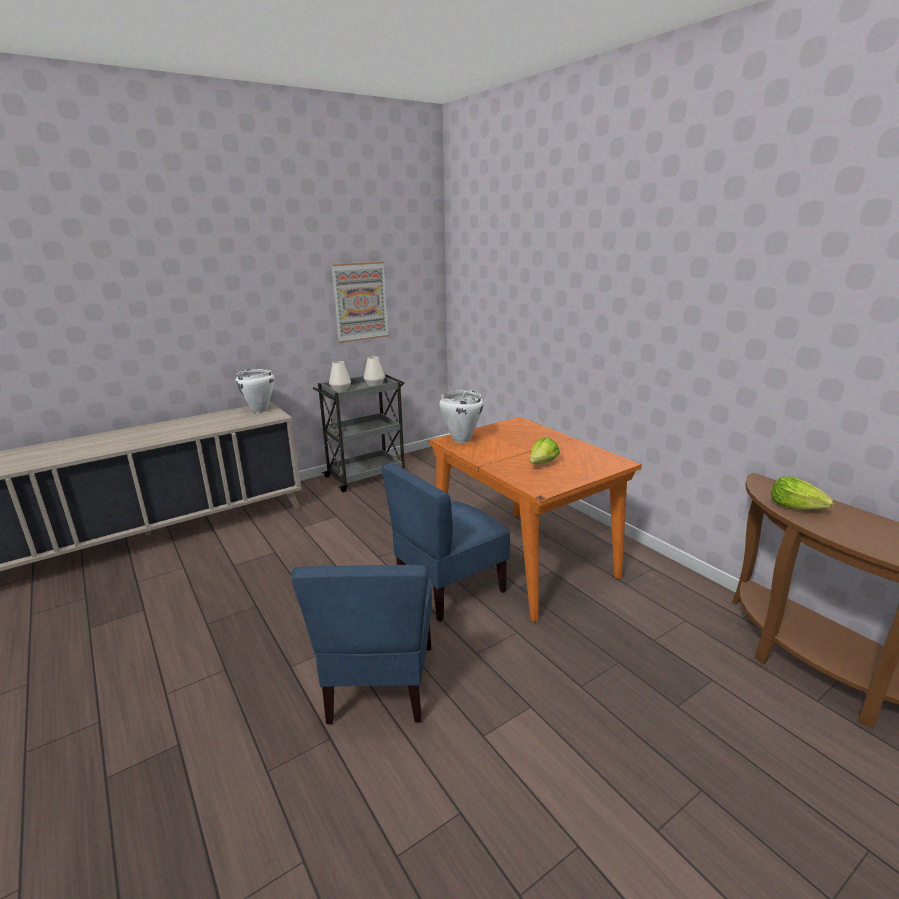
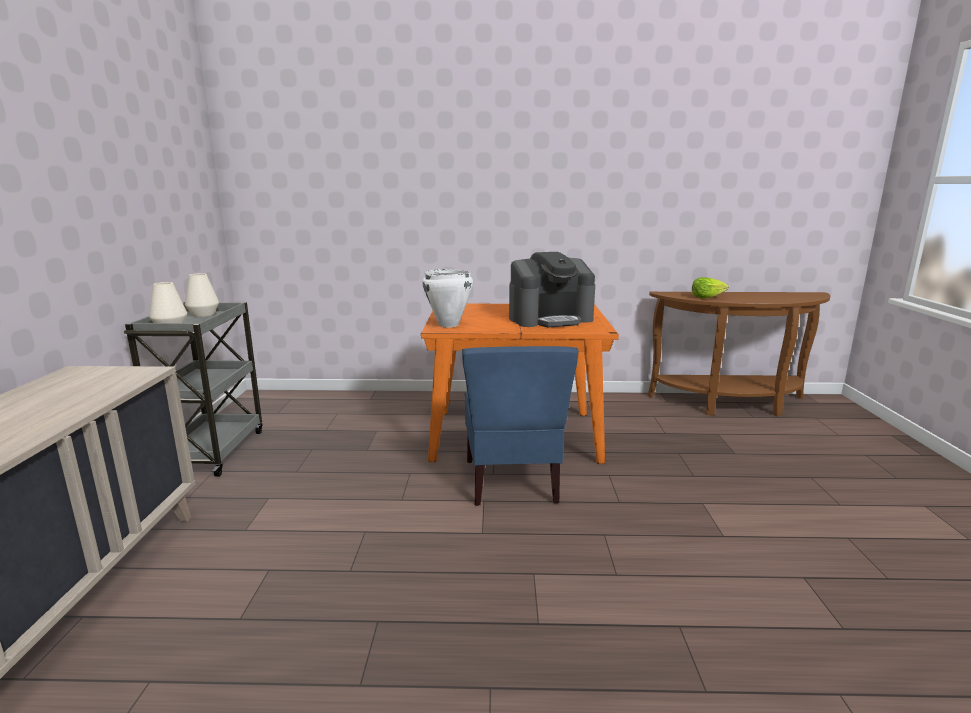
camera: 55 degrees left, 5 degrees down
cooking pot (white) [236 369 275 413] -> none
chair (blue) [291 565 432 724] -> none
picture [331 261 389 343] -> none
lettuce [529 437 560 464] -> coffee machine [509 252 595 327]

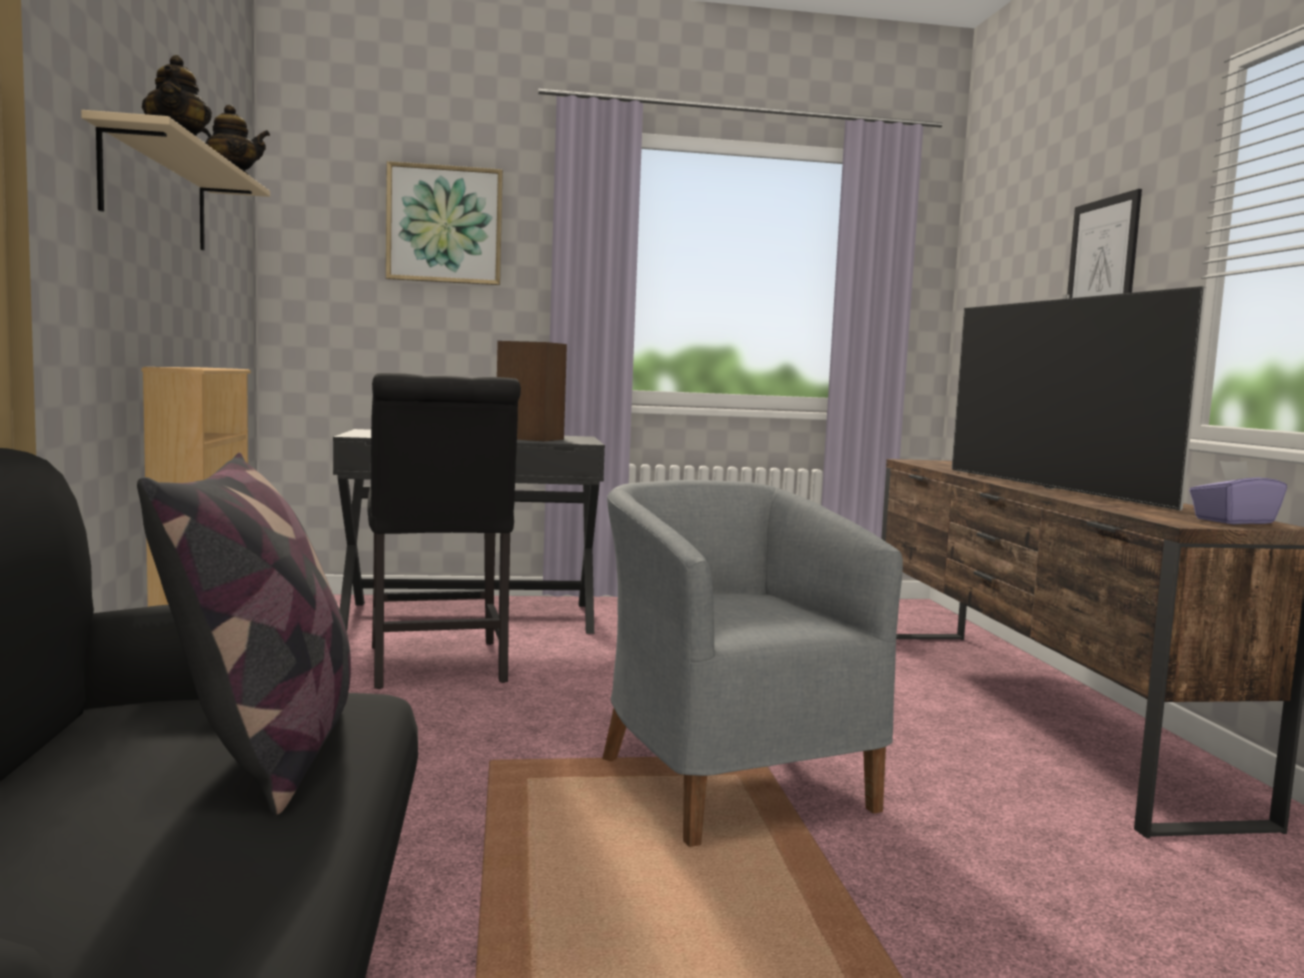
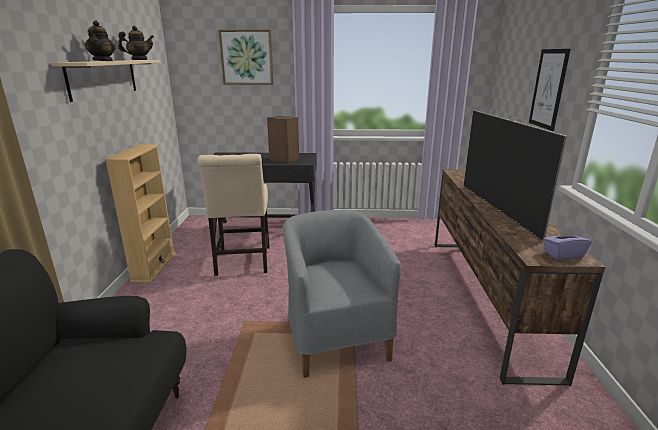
camera: 10 degrees right, 15 degrees up
pillow [137 453 351 815] -> none
chair (black) [367 373 521 689] -> chair (beige) [198 154 270 276]

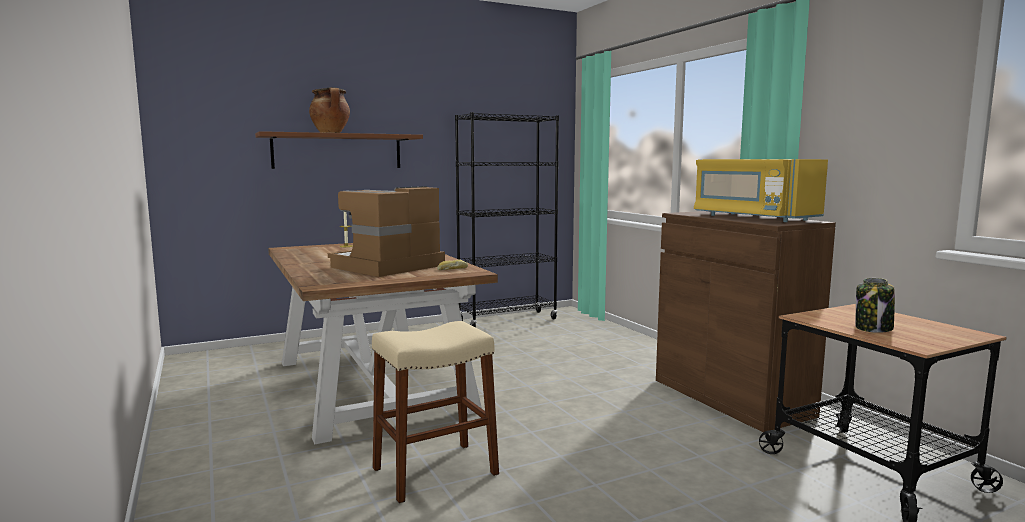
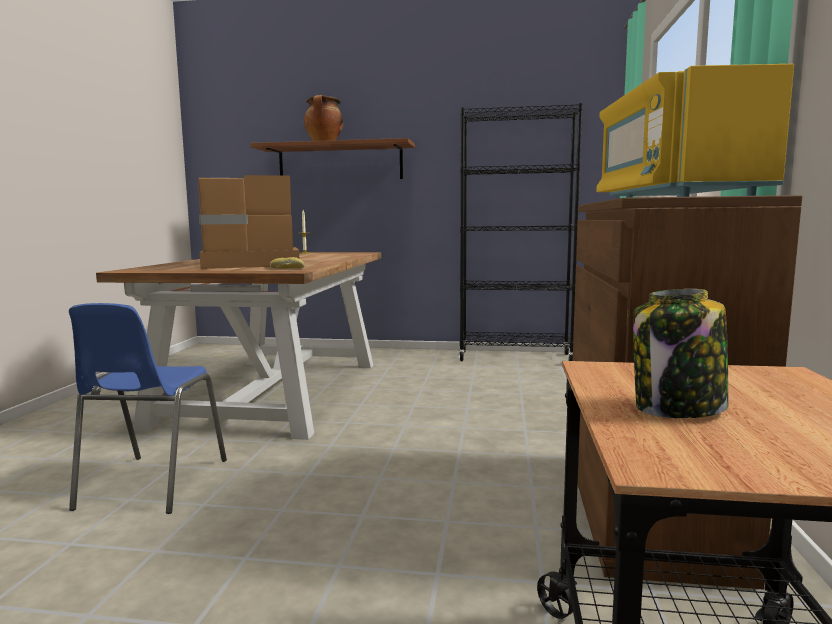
camera: 35 degrees right, 0 degrees up
stool (beige) [372 321 499 503] -> chair (blue) [69 303 227 514]

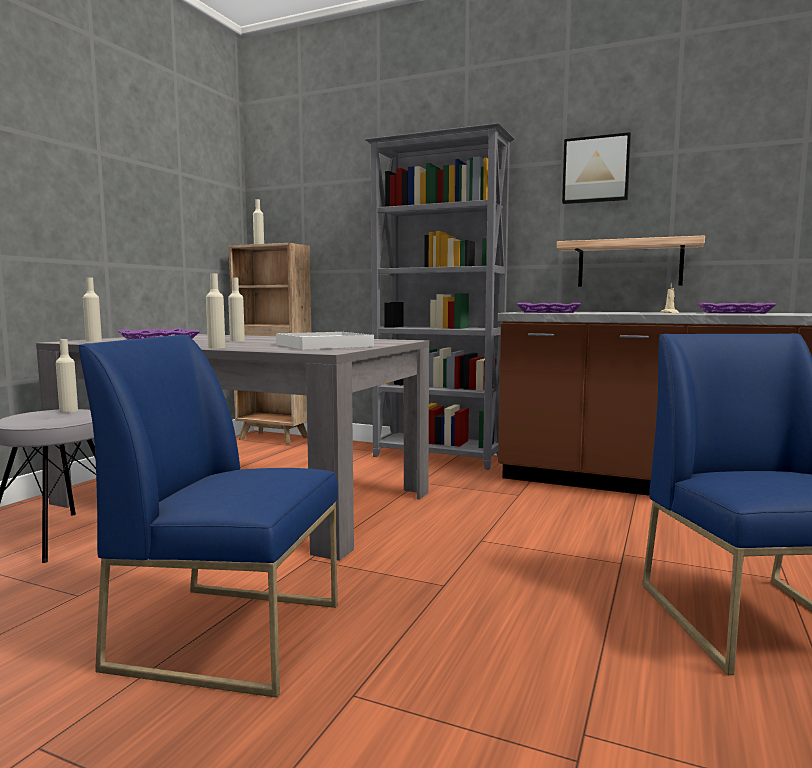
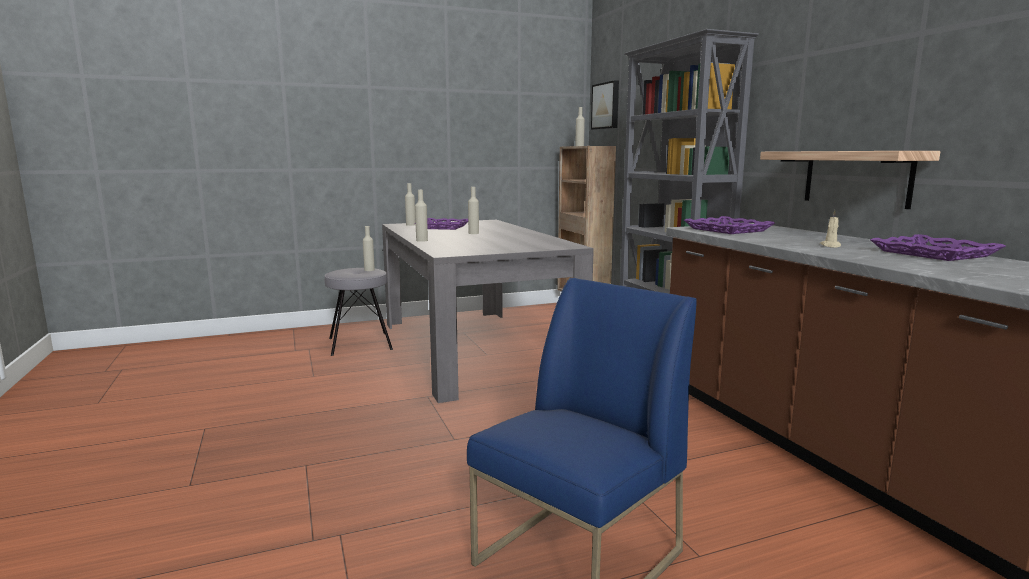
camera: 45 degrees right, 5 degrees up
chair (blue) [78 334 338 698] -> none
tray (white) [276 332 374 350] -> none
picture [562 132 631 204] -> picture [591 80 619 130], shifted

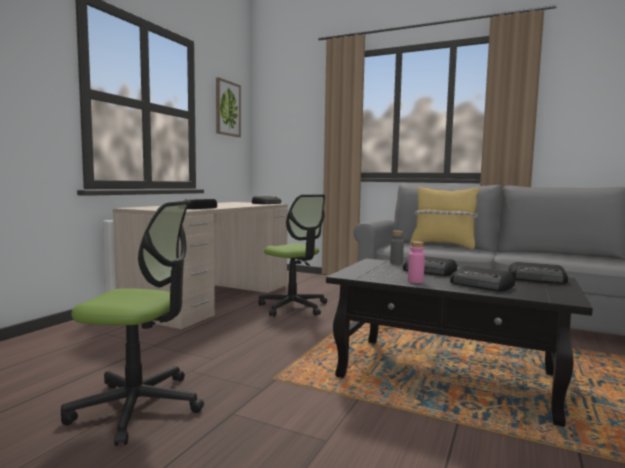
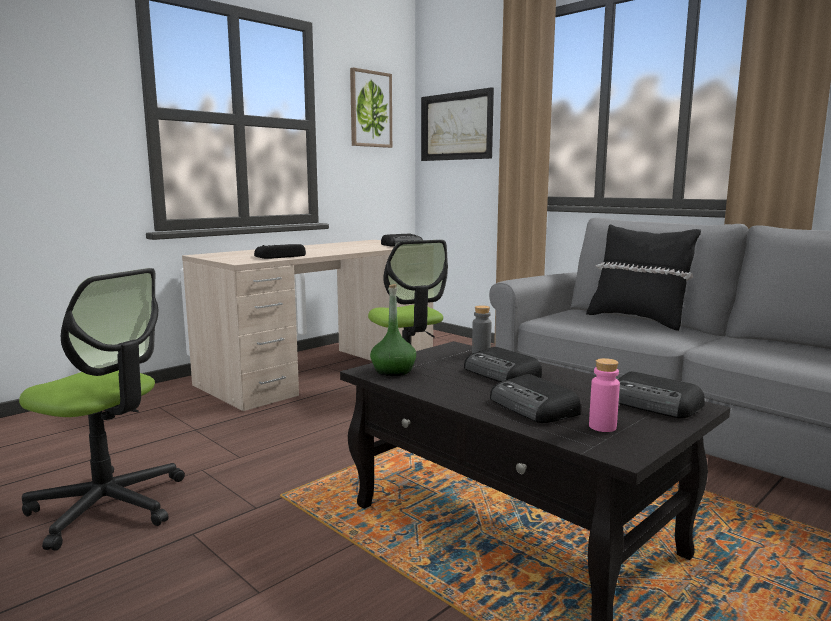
camera: 20 degrees right, 5 degrees up
bottle (pink) [408 241 425 283] -> bottle (pink) [589 358 620 432], shifted
pillow (yellow) [410 187 479 249] -> pillow (black) [586 224 701 331]
none -> bottle (green) [370 284 416 376]
none -> picture [421 87 494 161]

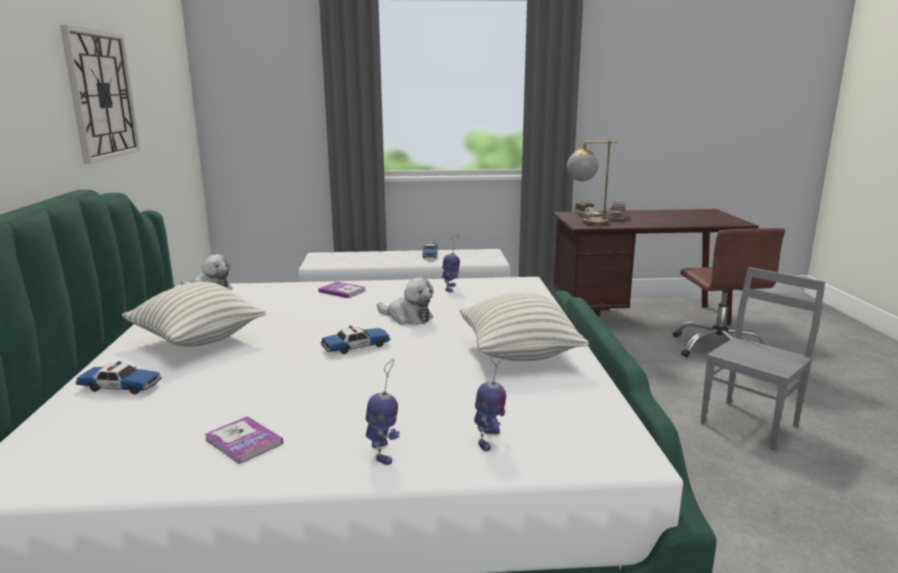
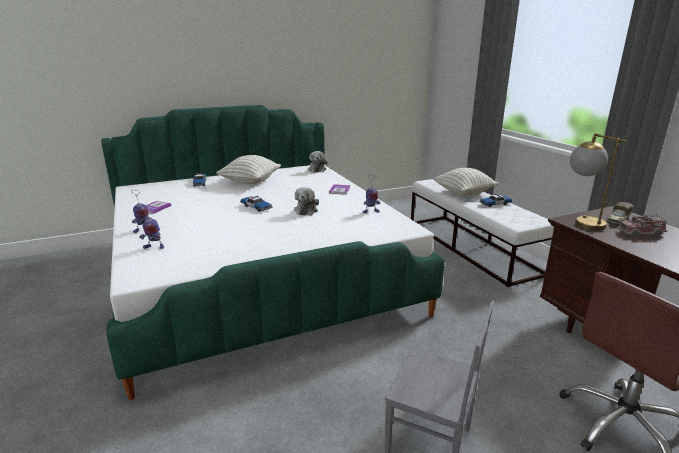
camera: 70 degrees right, 5 degrees up
wall clock [60 25 140 164] -> none
pillow [460 293 589 361] -> pillow [433 168 498 196], shifted

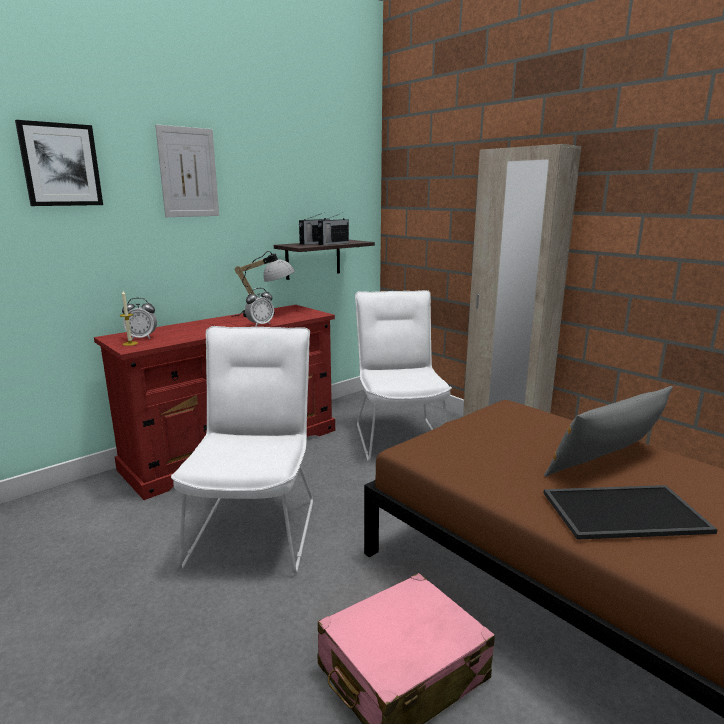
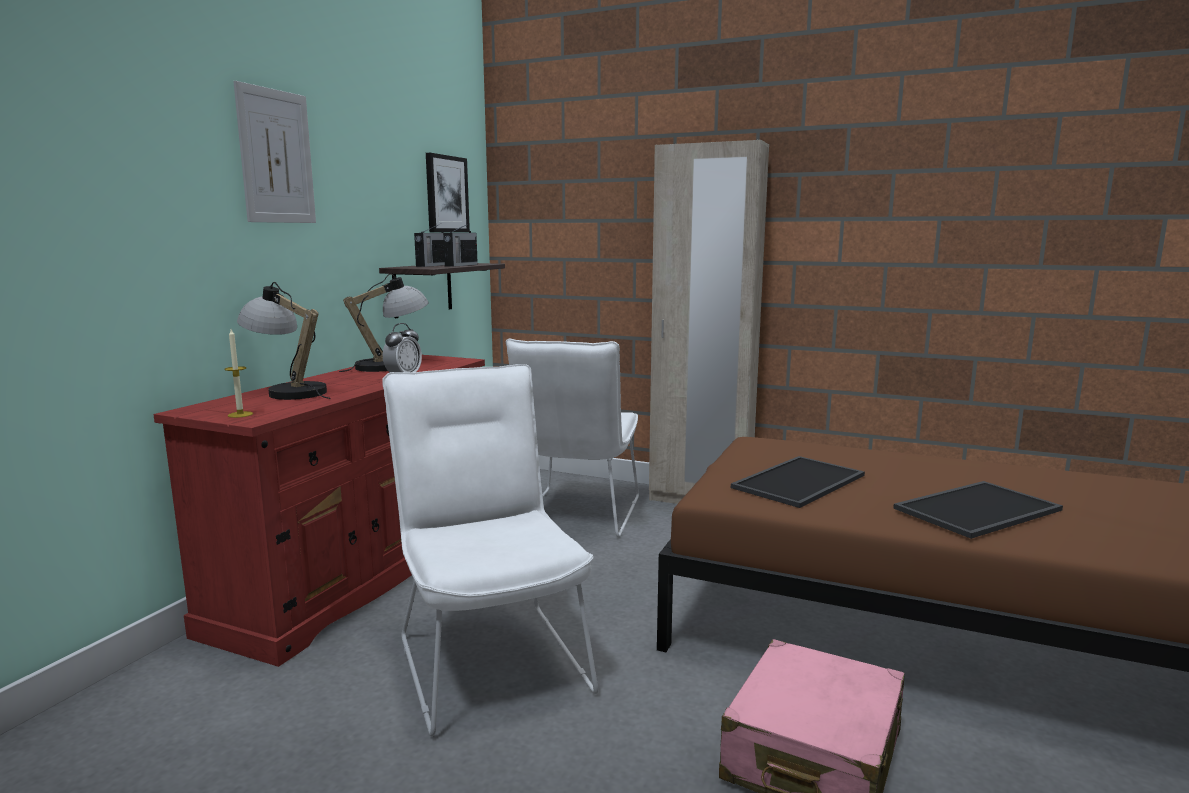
camera: 25 degrees left, 5 degrees down
picture [15 120 103 206] -> picture [426 153 470 232], shifted
alarm clock [122 298 157 340] -> none
chair (white) [355 290 452 462] -> chair (white) [506 339 639 538], 135 degrees counterclockwise
pillow (grey) [544 386 673 476] -> none
none -> table lamp [237 282 331 400]
none -> tray [731 456 865 508]

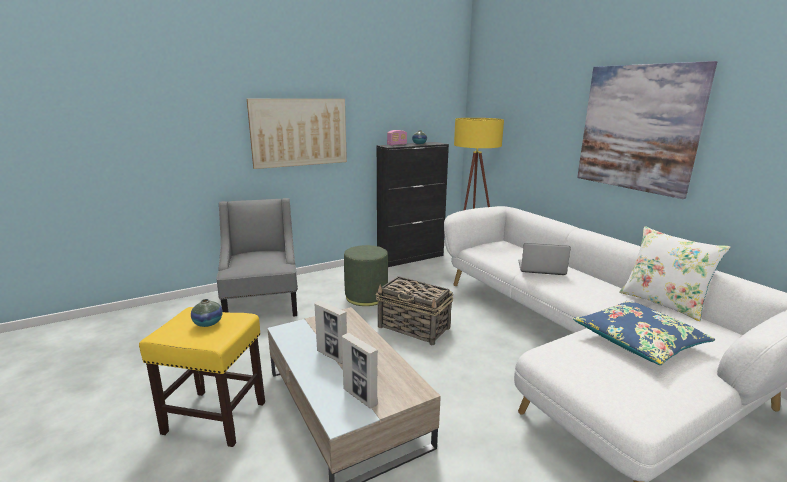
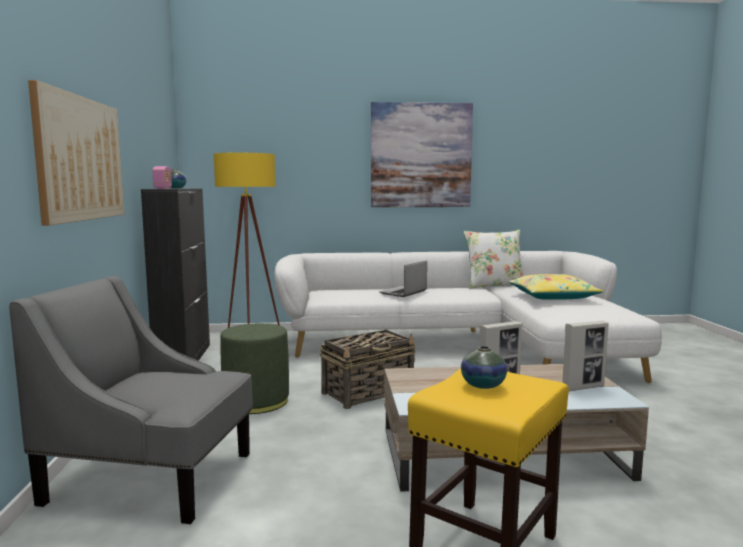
camera: 65 degrees left, 10 degrees down
pillow (blue) [573 301 715 365] -> pillow (yellow) [509 274 603 300]

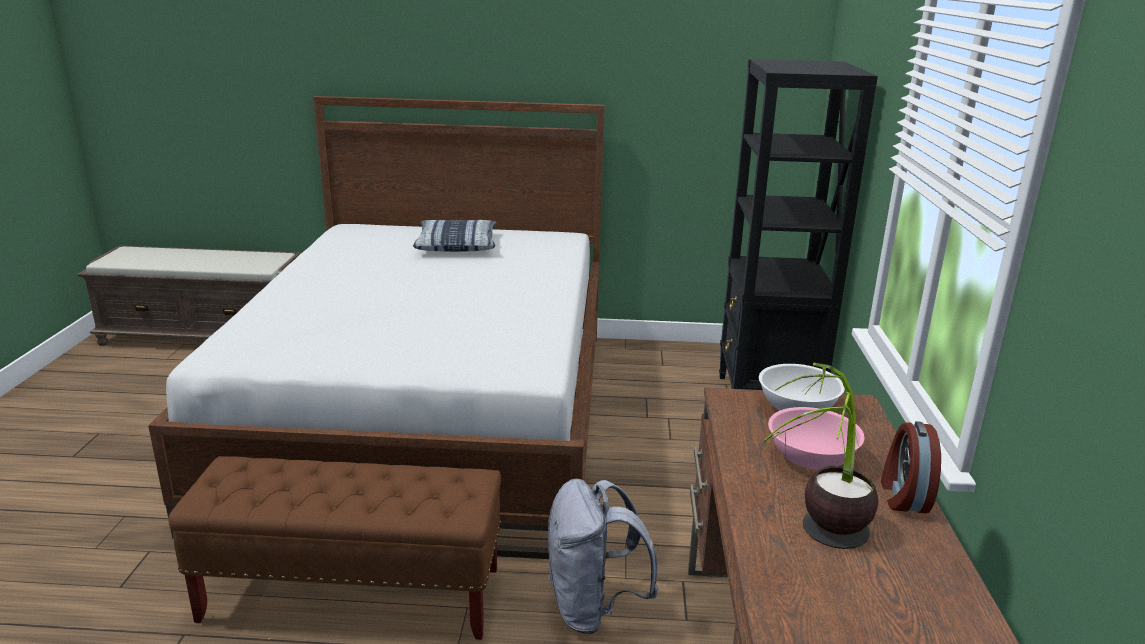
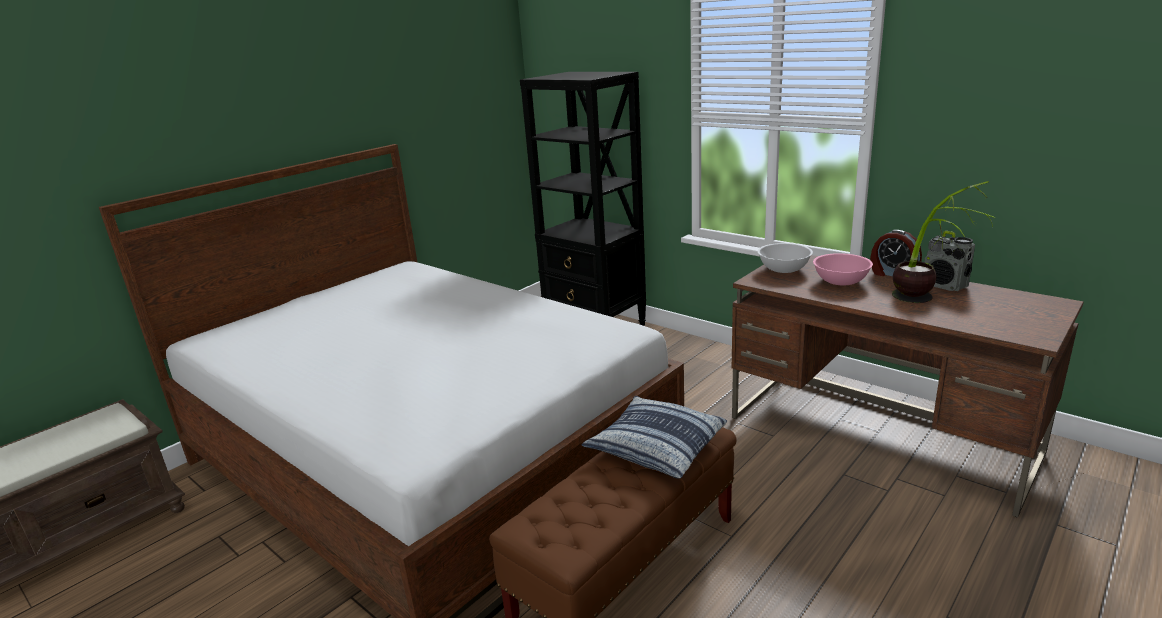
camera: 50 degrees left, 0 degrees up
pillow [413 220 497 252] -> pillow [582 396 727 479], shifted
backpack (grey) [548 479 658 634] -> none
none -> radio [924 231 975 291]

